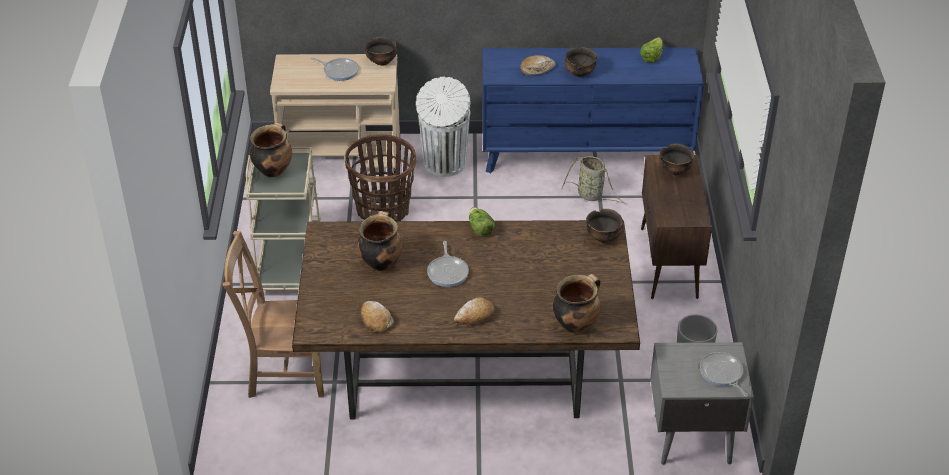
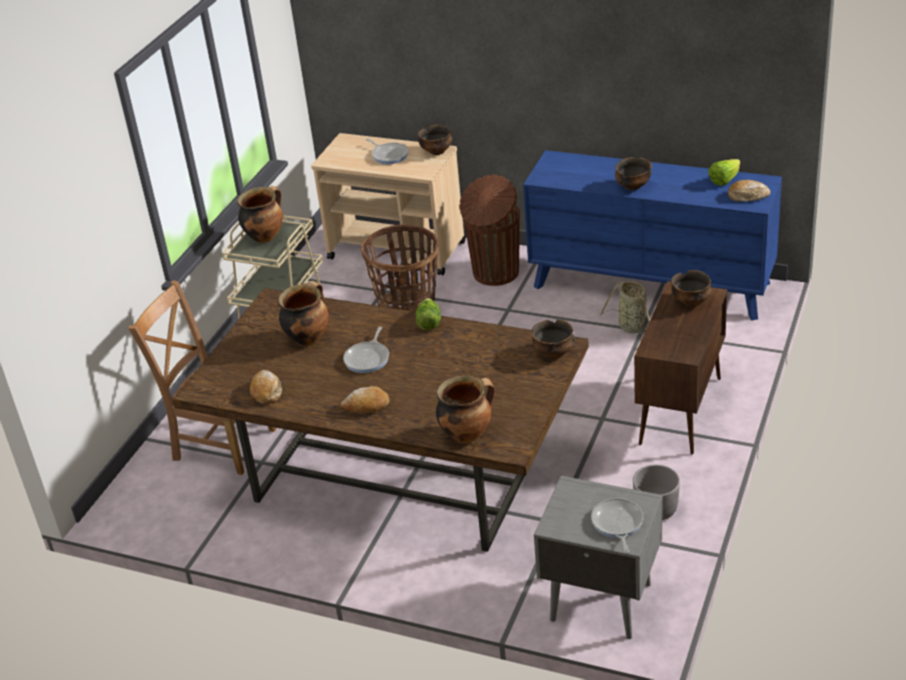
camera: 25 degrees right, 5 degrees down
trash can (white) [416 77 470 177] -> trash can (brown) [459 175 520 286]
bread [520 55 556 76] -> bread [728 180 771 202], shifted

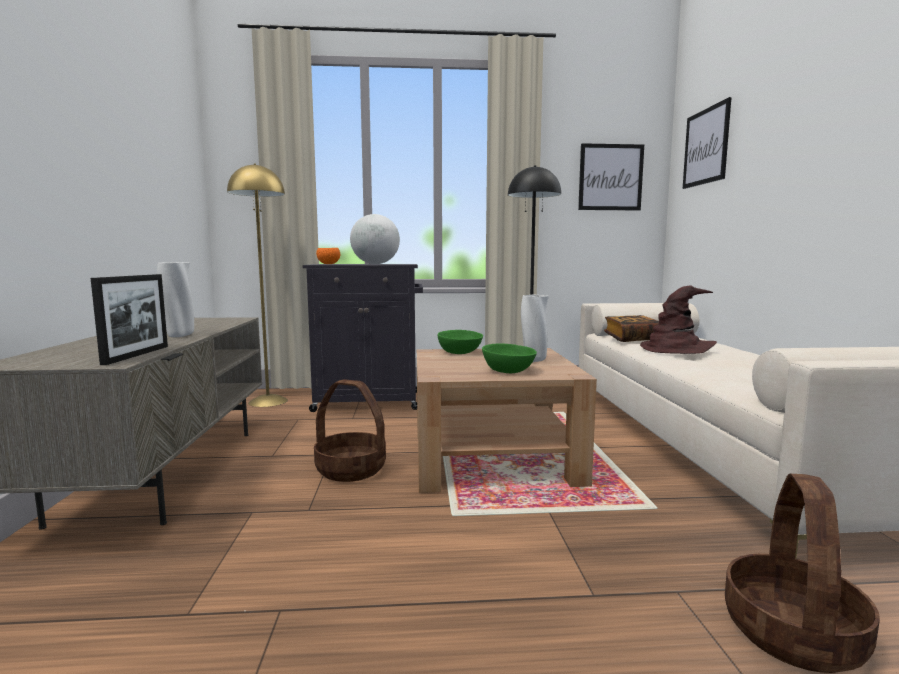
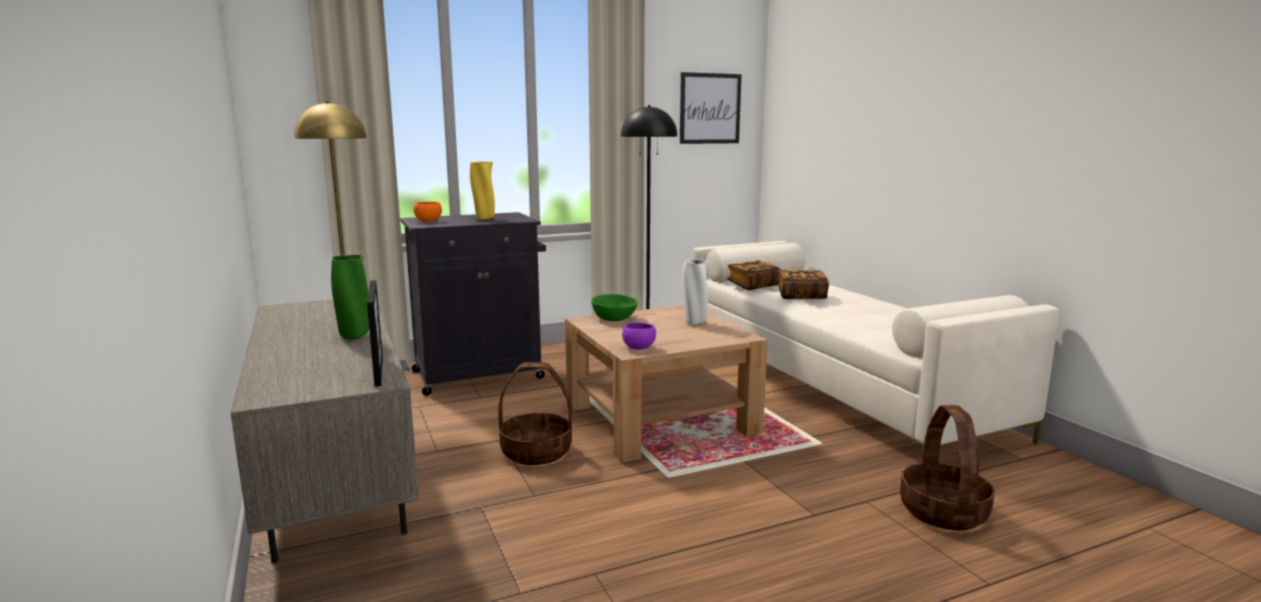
camera: 20 degrees left, 5 degrees up
vase (white) [157 262 194 337] -> vase (green) [331 255 369 340]
globe [350 214 400 264] -> vase (yellow) [470 162 495 220]
bowl (green) [482 344 537 373] -> none
hat (brown) [640 286 717 354] -> book [778 270 829 299]
picture [683 97 732 189] -> none
none -> bowl (purple) [622 322 656 350]

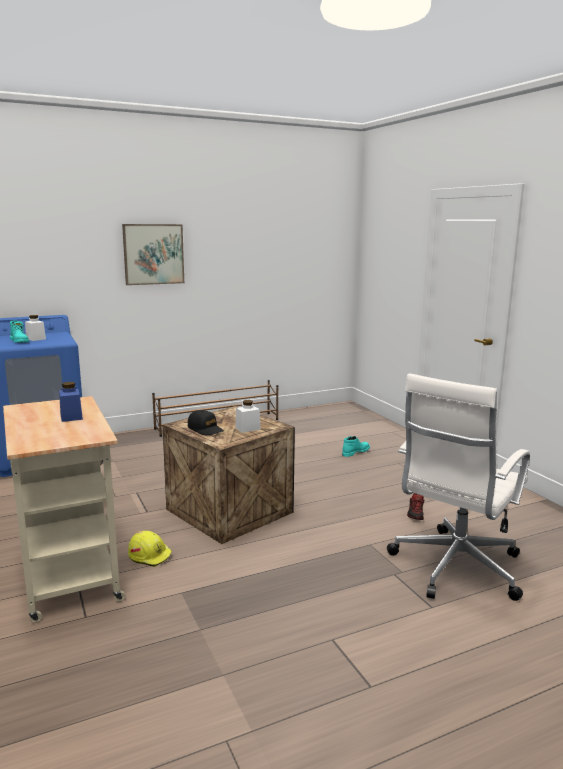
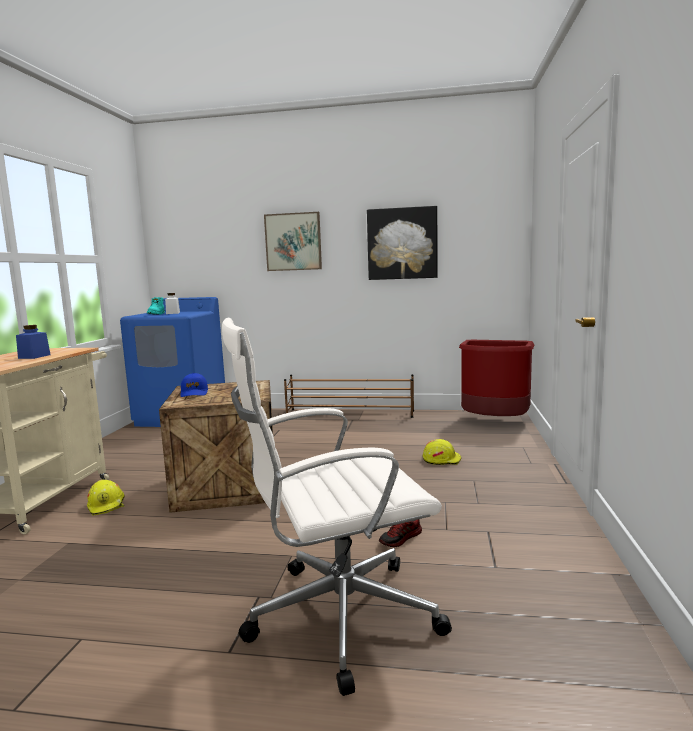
camera: 35 degrees right, 5 degrees down
cap (black) [188 410 224 435] -> cap (blue) [180 373 208 397]
jar (white) [235 400 261 433] -> none
boot (turquoise) [342 436 370 457] -> hard hat (yellow) [423 439 461 465]
none -> picture [367 206 438 280]
none -> trash can (red) [459 340 535 416]

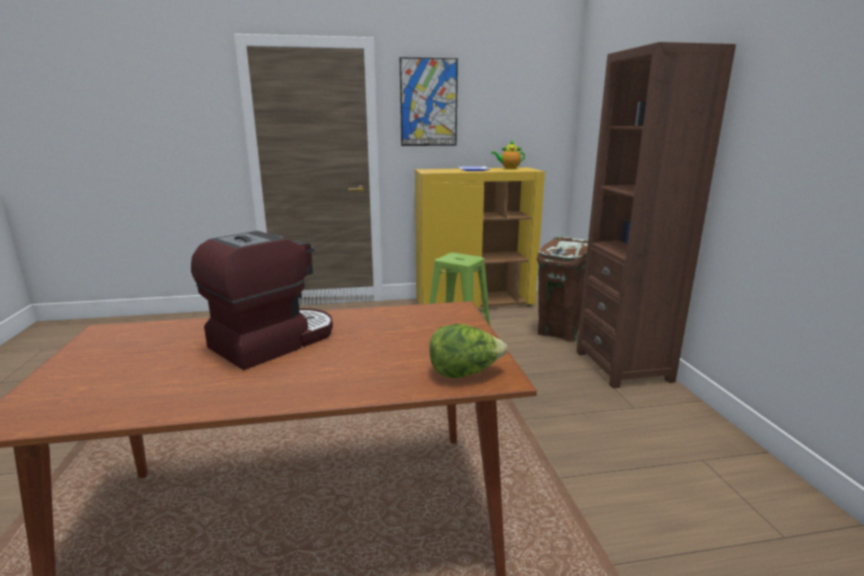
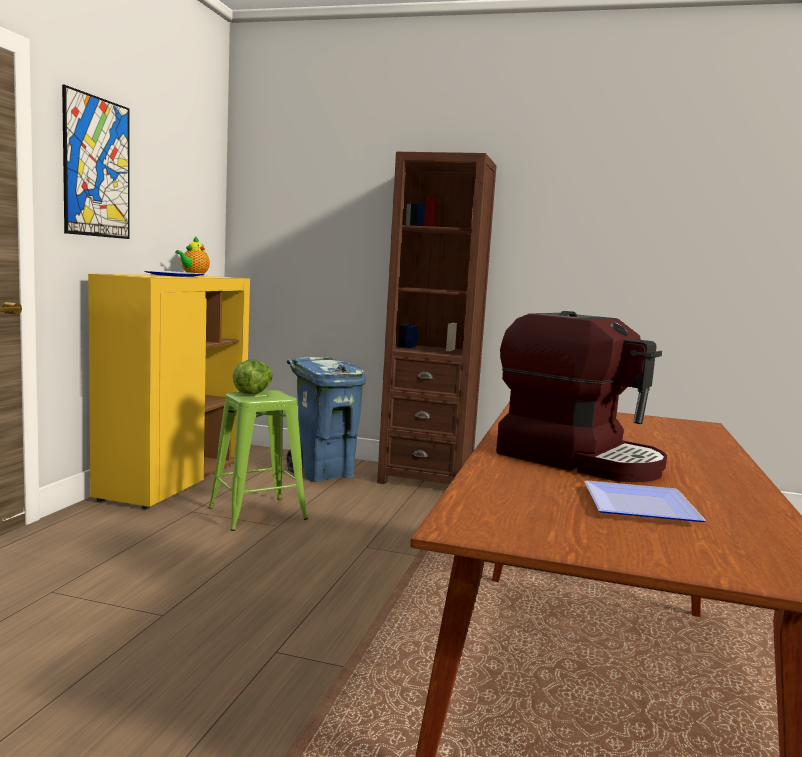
camera: 65 degrees left, 10 degrees down
coffee machine [191 231 333 370] -> coffee machine [496 311 667 482], 150 degrees clockwise
lettuce [429 324 507 378] -> lettuce [233 359 273 395], shifted
trash can (brown) [537 237 588 342] -> trash can (blue) [286 357 366 482]
none -> plate [584 480 706 522]

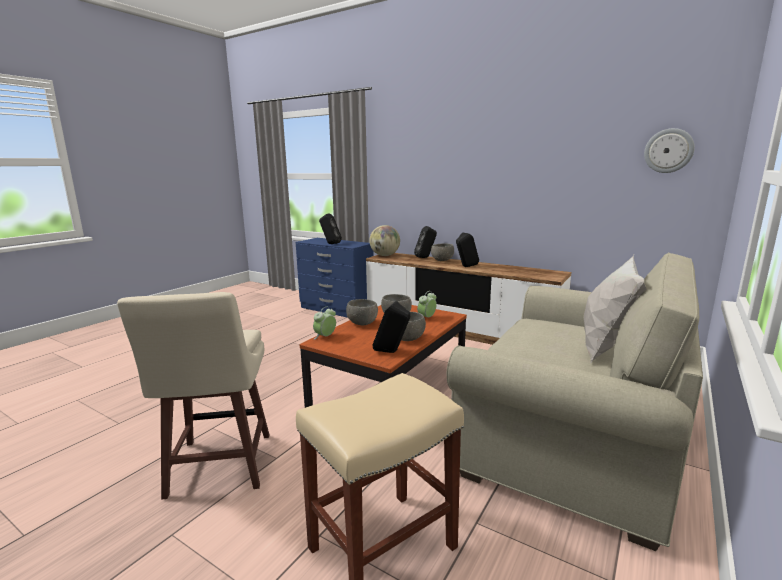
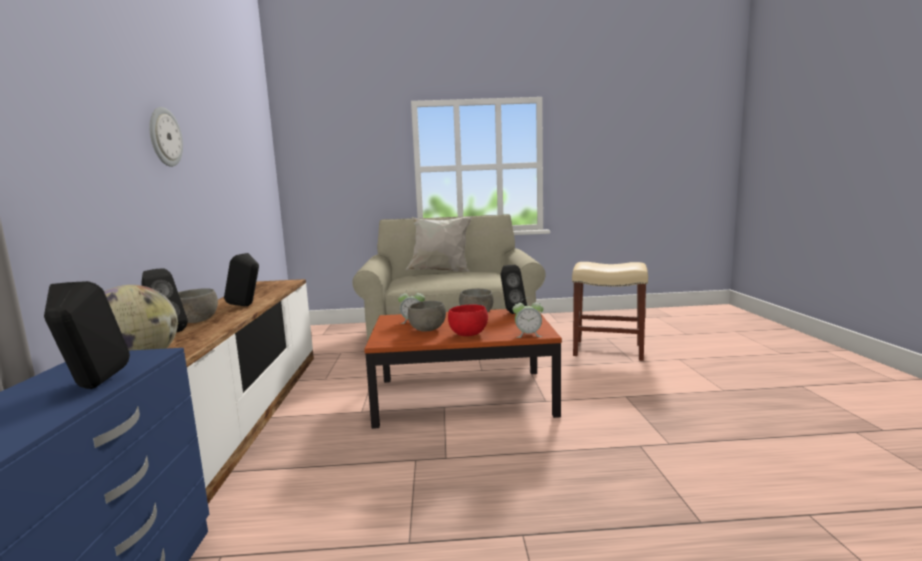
camera: 125 degrees left, 5 degrees down
stool (beige) [117 292 270 500] -> none
bowl (grey) [346 299 378 325] -> bowl (red) [448 305 488 336]
wall clock [644 128 695 173] -> wall clock [149 107 183 167], shifted

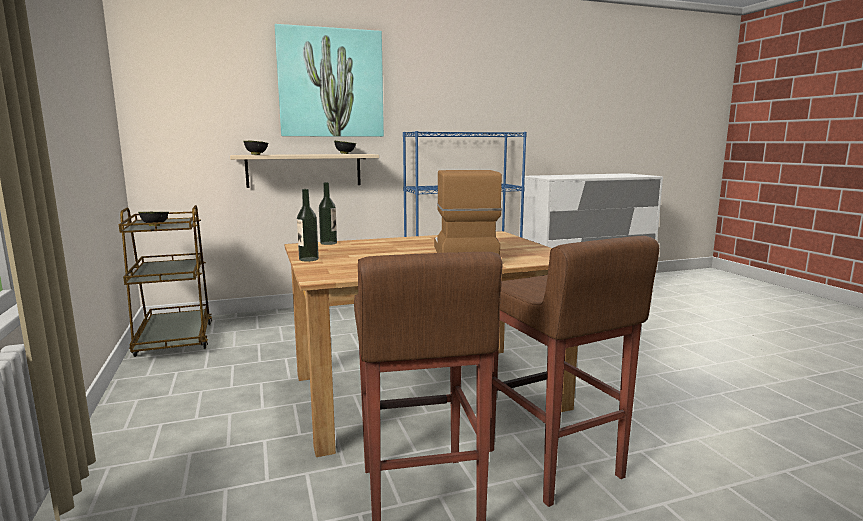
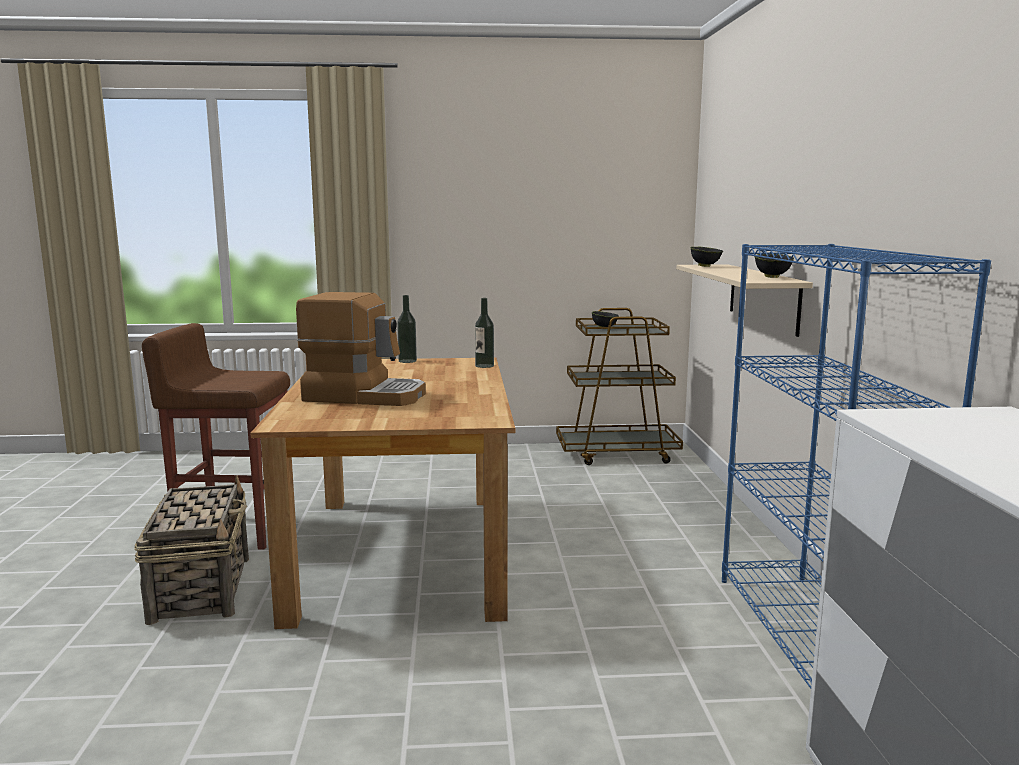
camera: 105 degrees right, 0 degrees up
picture [275 24 384 137] -> none
stool (brown) [489 236 659 507] -> basket [134 476 249 625]

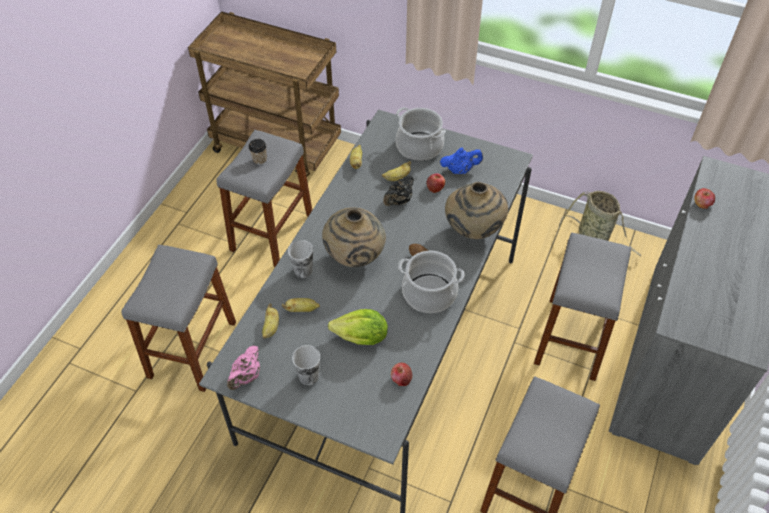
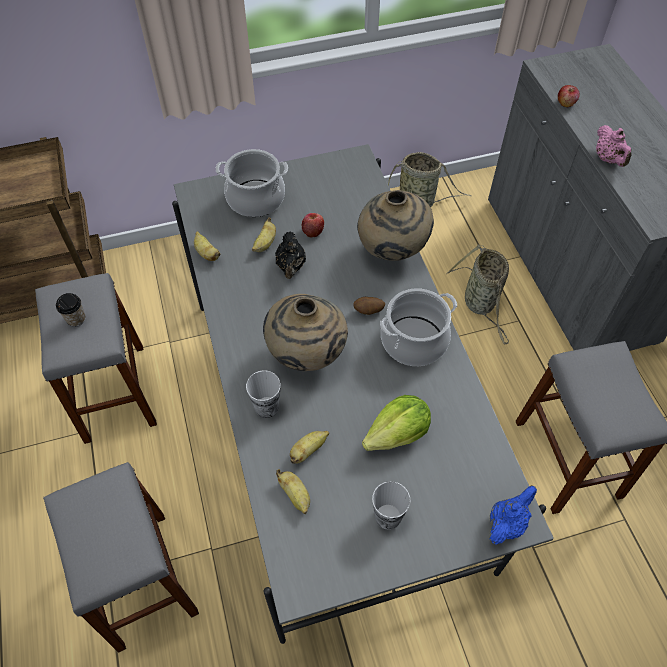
camera: 40 degrees left, 5 degrees up
teapot (pink) [227 345 260 390] -> teapot (pink) [596 125 632 167], shifted
apple [391 363 412 386] -> none
teapot (blue) [440 148 483 174] -> teapot (blue) [489 485 537 545], shifted
stool (grey) [534 233 631 381] -> basket [446 245 509 345]

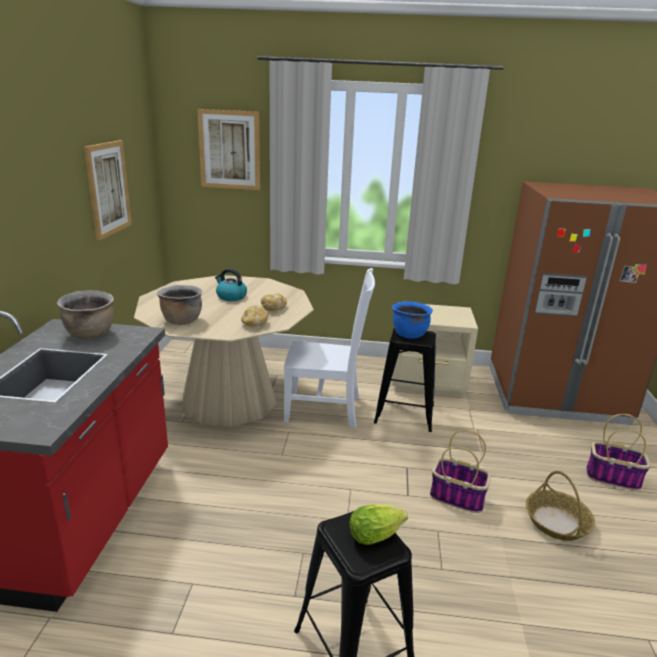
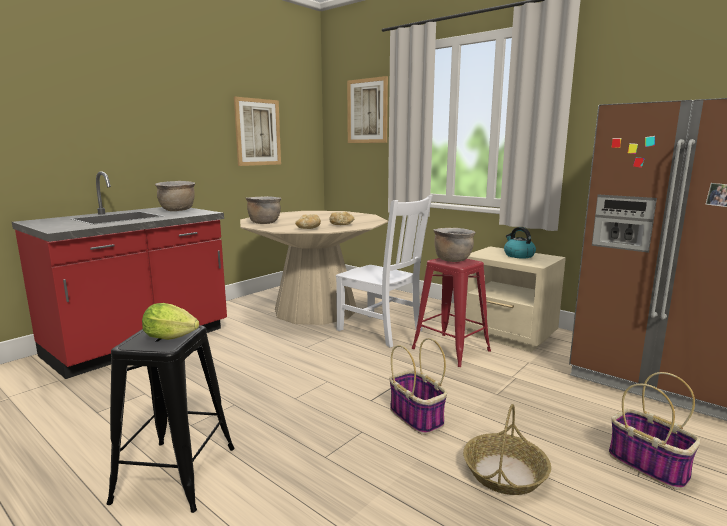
camera: 35 degrees right, 10 degrees down
kettle [215 269 247 301] -> kettle [504 227 536 258], shifted
stool (black) [374 328 436 432] -> stool (red) [412 258 491 367]
cooking pot (blue) [392 301 433 339] -> cooking pot (brown) [434 228 476 262]

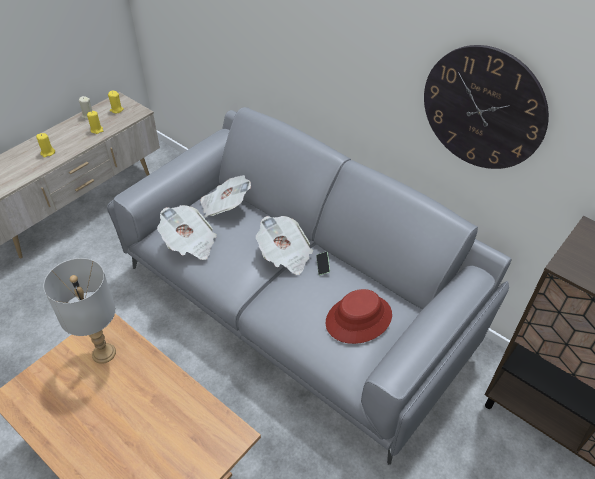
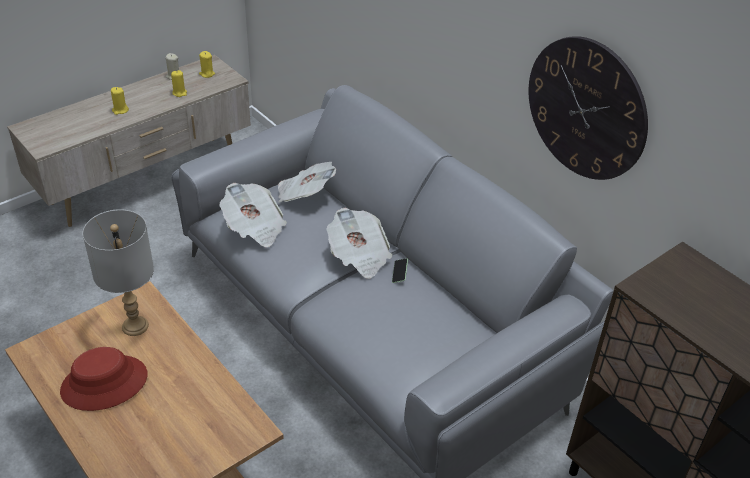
camera: 10 degrees right, 5 degrees down
hat (red) [326 289 392 344] -> hat (red) [60 347 147 411], shifted

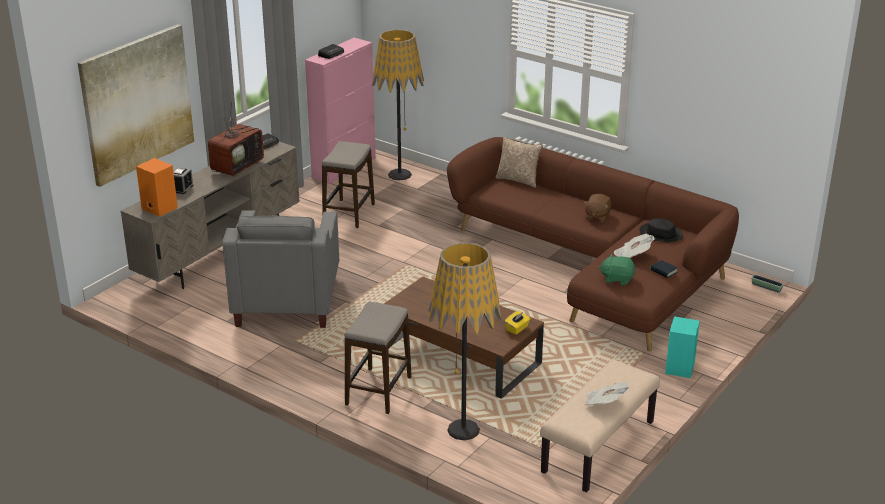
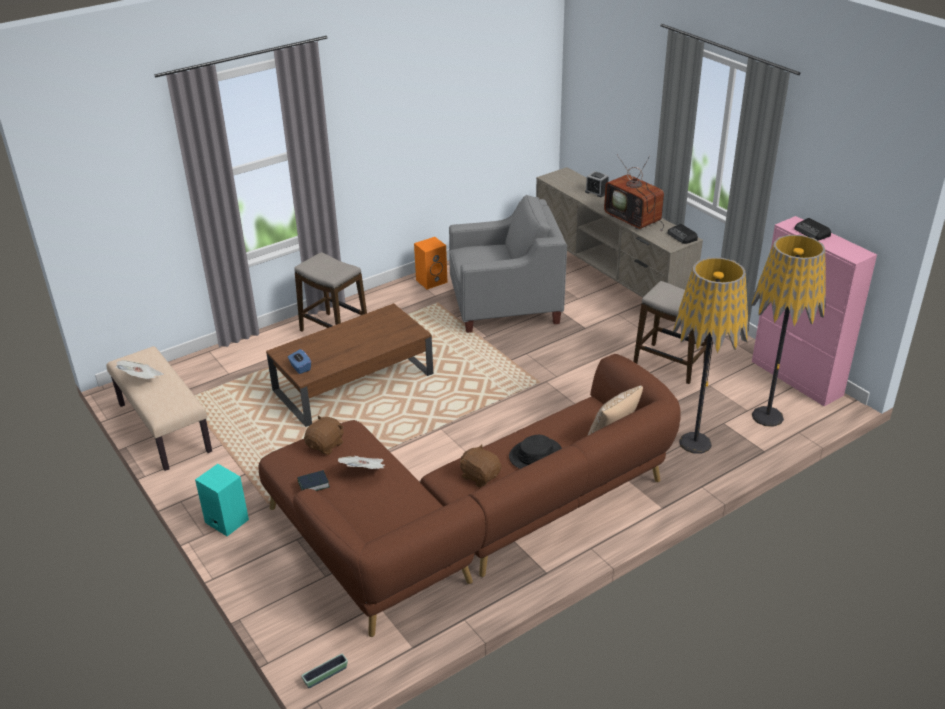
camera: 110 degrees right, 5 degrees up
picture [78 24 194 187] -> none
speaker (orange) [136 158 178 217] -> speaker (orange) [414 237 448 289], shifted
armchair (grey) [222 210 339 328] -> armchair (grey) [449 195 567 333], 150 degrees clockwise
floor lamp [428 242 502 440] -> floor lamp [673 258 749 454], shifted
tissue box (yellow) [504 311 530 335] -> tissue box (blue) [288 349 311 374]
plush toy (green) [599 254 635 285] -> plush toy (brown) [304 415 344 455]
hat (black) [639 218 683 242] -> hat (black) [509 435 562 469], shifted

